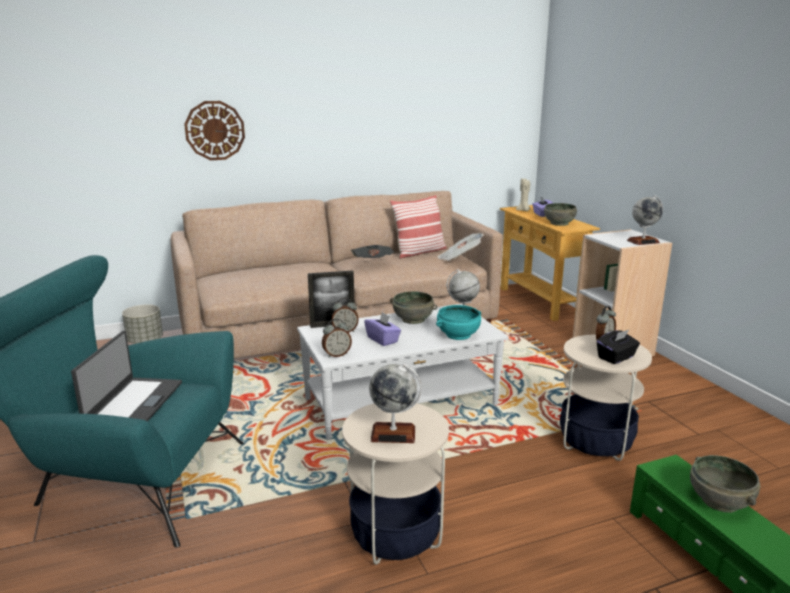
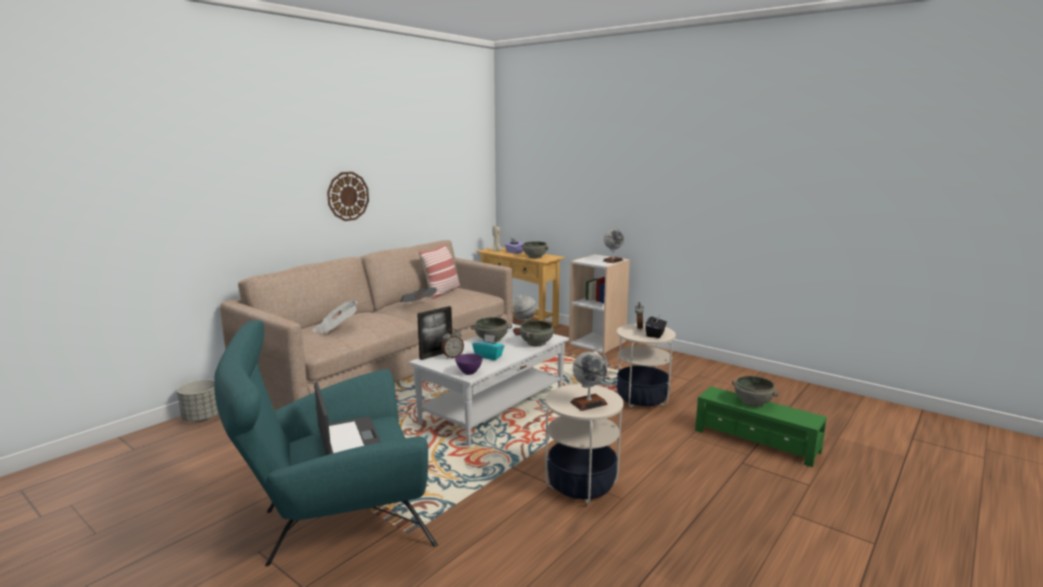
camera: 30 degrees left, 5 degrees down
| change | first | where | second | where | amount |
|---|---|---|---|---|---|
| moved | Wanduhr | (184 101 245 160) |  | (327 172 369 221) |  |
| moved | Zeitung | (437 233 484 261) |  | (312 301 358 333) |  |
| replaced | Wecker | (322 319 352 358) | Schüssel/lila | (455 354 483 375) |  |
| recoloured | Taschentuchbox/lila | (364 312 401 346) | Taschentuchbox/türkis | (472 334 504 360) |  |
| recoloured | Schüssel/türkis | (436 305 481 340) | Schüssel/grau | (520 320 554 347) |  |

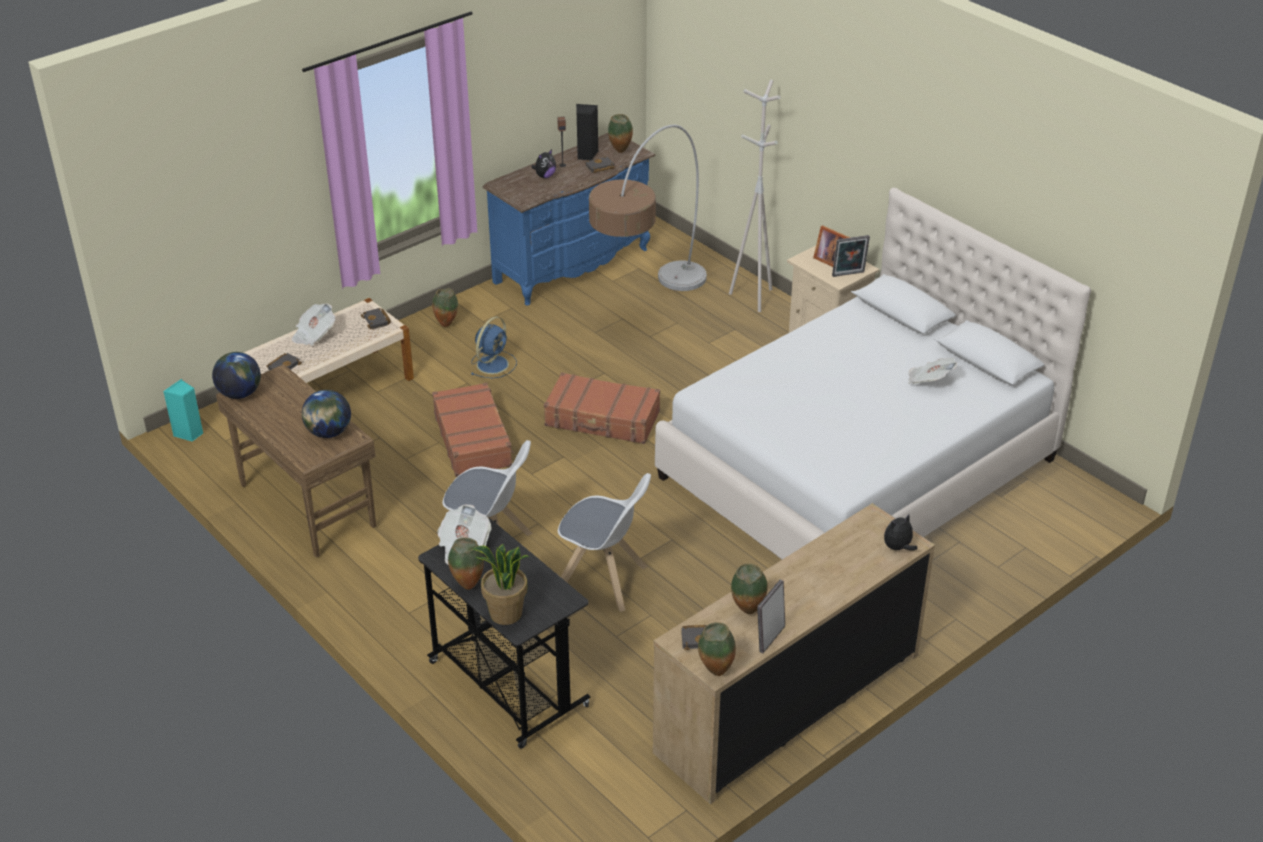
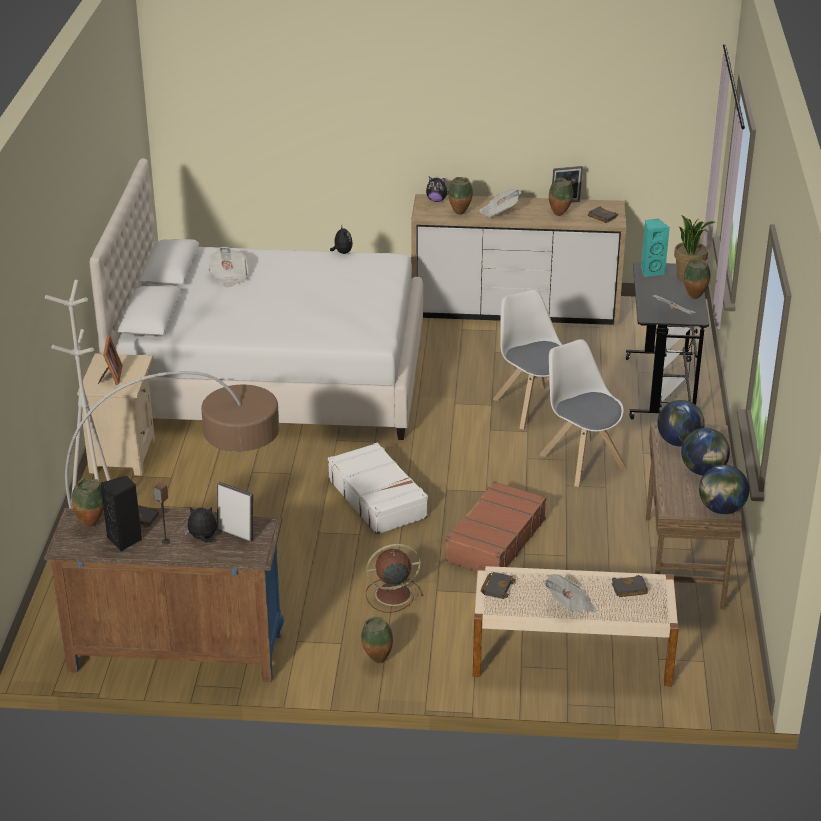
camera: 135 degrees left, 5 degrees down
| change | first | where | second | where | amount |
|---|---|---|---|---|---|
| added |  |  | Plüschtier | (330 226 353 254) |  |
| added |  |  | Zeitung | (479 188 521 218) |  |
| added |  |  | Globus | (681 428 730 475) |  |
| moved | Lautsprecher/türkis | (163 379 203 442) |  | (641 219 670 277) |  |
| moved | Vase | (698 622 736 676) |  | (449 177 473 215) |  |
| moved | Bilderrahmen | (832 235 870 277) |  | (217 482 253 542) |  |
| recoloured | Ventilator/blau | (470 317 517 378) | Ventilator/braun | (366 544 424 613) |  |
| recoloured | Koffer/braun | (544 372 660 444) | Koffer/weiß | (328 442 428 535) |  |

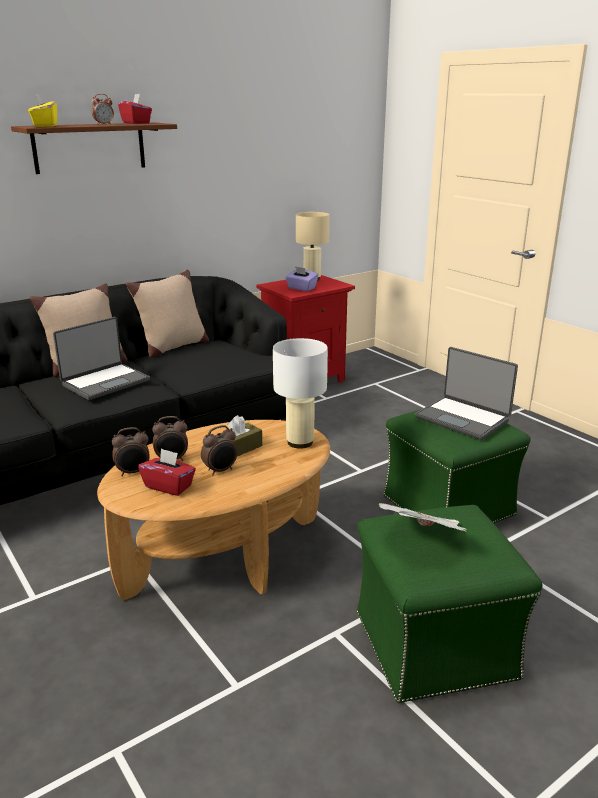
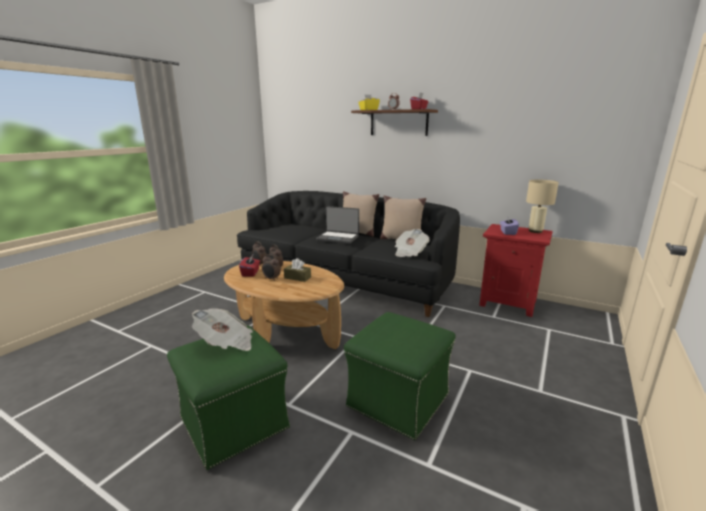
camera: 65 degrees right, 5 degrees down
| change | first | where | second | where | amount |
|---|---|---|---|---|---|
| removed | Tischlampe/weiß | (273 338 328 449) |  |  |  |
| removed | Laptop | (415 347 518 440) |  |  |  |
| added |  |  | Zeitung | (394 229 430 257) |  |

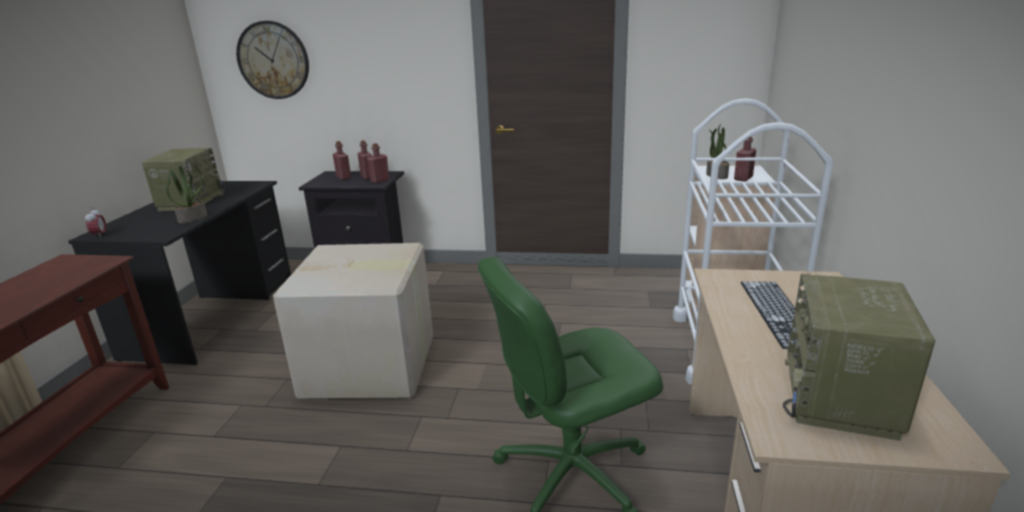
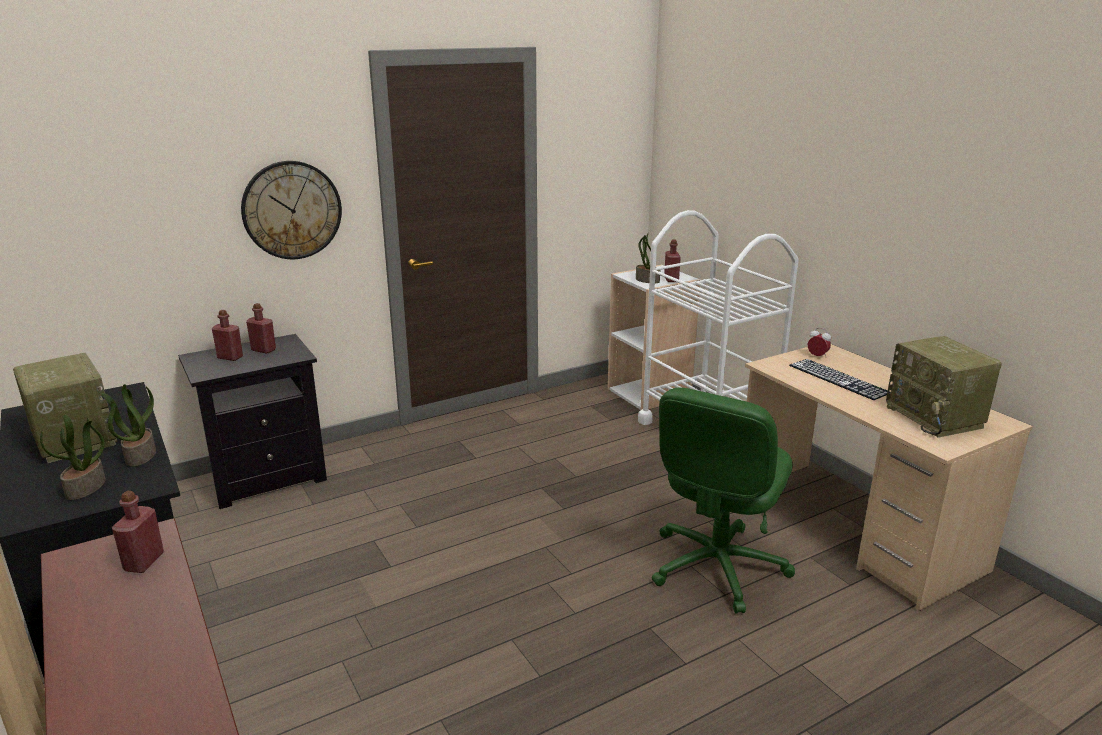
camera: 40 degrees left, 0 degrees up
| change | first | where | second | where | amount |
|---|---|---|---|---|---|
| removed | Karton | (273 243 433 399) |  |  |  |
| added |  |  | Topfpflanze | (40 414 106 500) |  |
| moved | Wecker | (85 208 107 238) |  | (808 328 831 356) |  |
| moved | Wanduhr | (236 21 309 99) |  | (241 161 342 259) |  |
| moved | Flasche/rot | (367 143 389 183) |  | (112 491 164 573) |  |

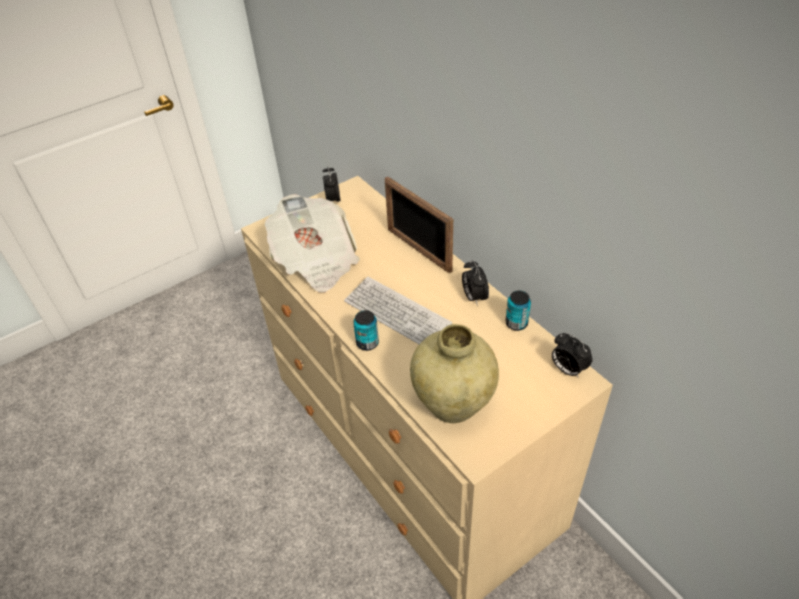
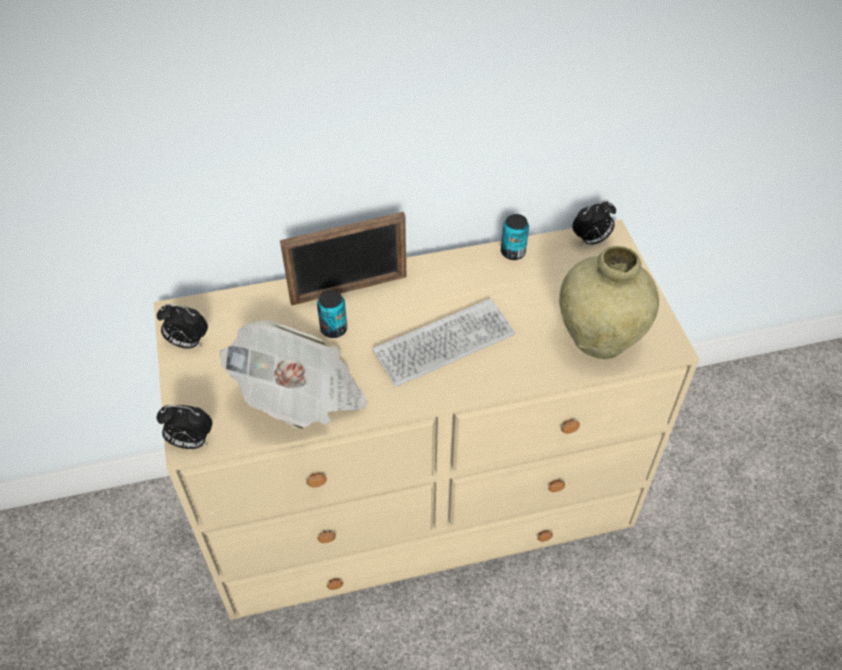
camera: 70 degrees left, 5 degrees up
| change | first | where | second | where | amount |
|---|---|---|---|---|---|
| moved | Dose | (353 310 379 351) |  | (317 290 347 338) |  |
| moved | Wecker | (462 260 489 304) |  | (157 405 213 449) |  |

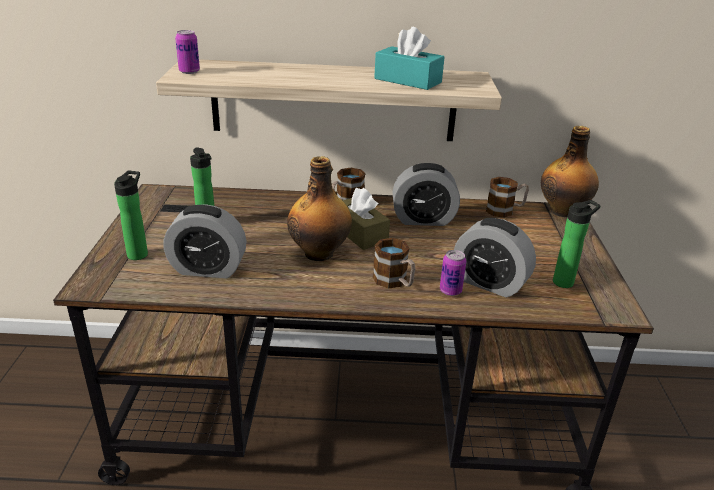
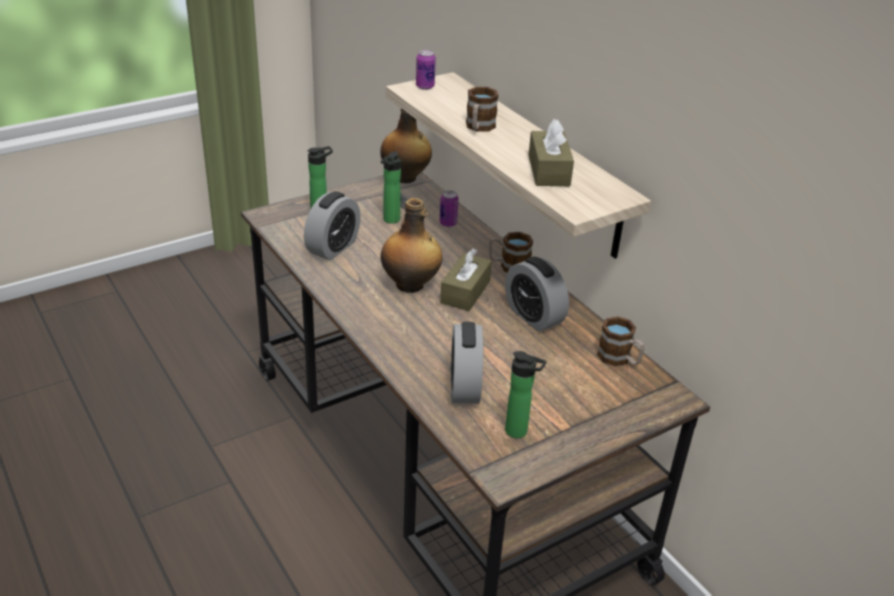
camera: 55 degrees right, 5 degrees up
| change | first | where | second | where | amount |
|---|---|---|---|---|---|
| moved | Henkelbecher | (373 238 415 289) |  | (466 87 499 132) |  |
| moved | Dose | (440 250 466 296) |  | (439 190 459 227) |  |
| moved | Flasche | (541 126 599 217) |  | (380 108 432 183) |  |
| recoloured | Taschentuchbox/türkis | (374 27 445 90) | Taschentuchbox/braun | (528 119 574 186) |  |
| turned | Wecker | (163 204 246 278) |  | (304 191 361 260) | 120 degrees counterclockwise |

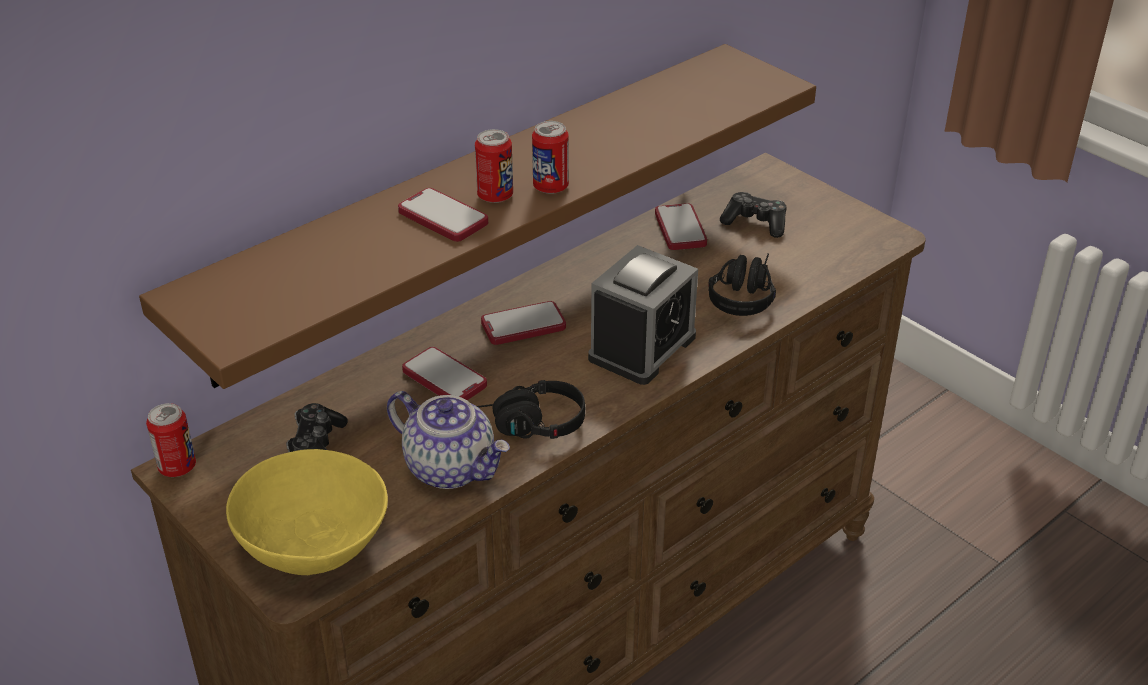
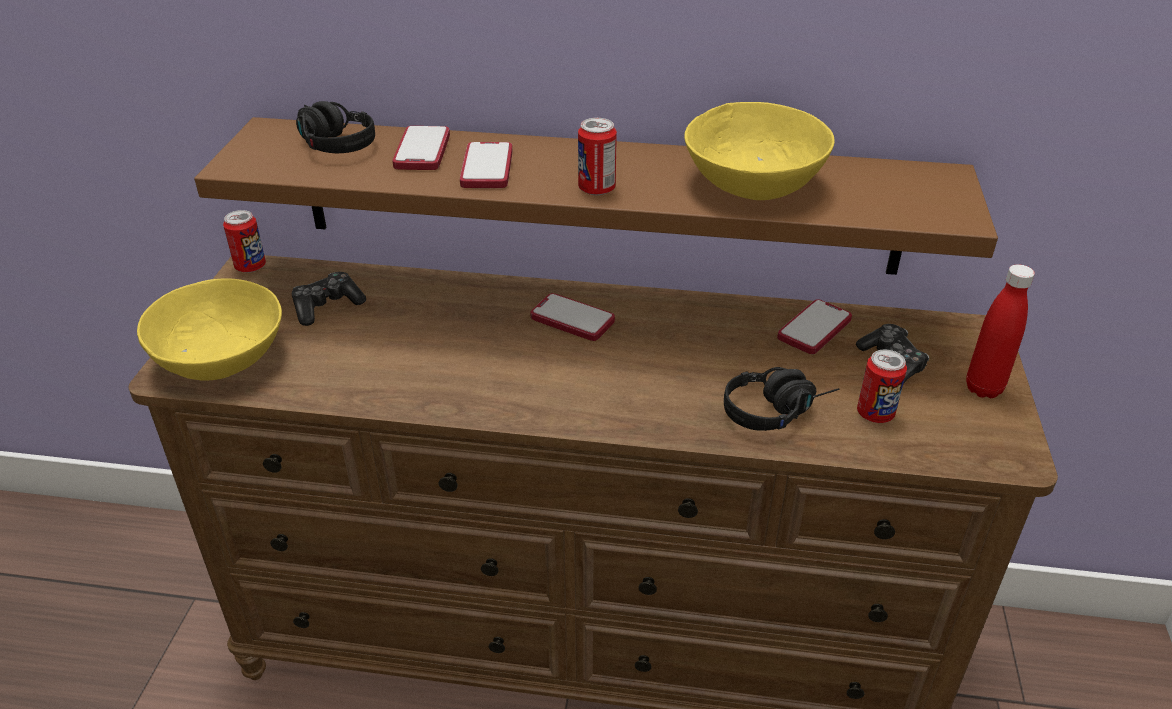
camera: 50 degrees right, 0 degrees up
| change | first | where | second | where | amount |
|---|---|---|---|---|---|
| removed | Teekanne | (387 391 510 489) |  |  |  |
| removed | Wecker | (588 245 698 385) |  |  |  |
| added |  |  | Schüssel/gelb | (684 102 835 200) |  |
| added |  |  | Flasche/rot | (966 264 1035 398) |  |
| moved | Handy | (402 347 487 400) |  | (393 126 450 170) |  |
| moved | Dose | (475 129 513 203) |  | (857 350 907 423) |  |
| moved | Kopfhörer/schwarz | (477 380 585 439) |  | (296 101 375 153) |  |

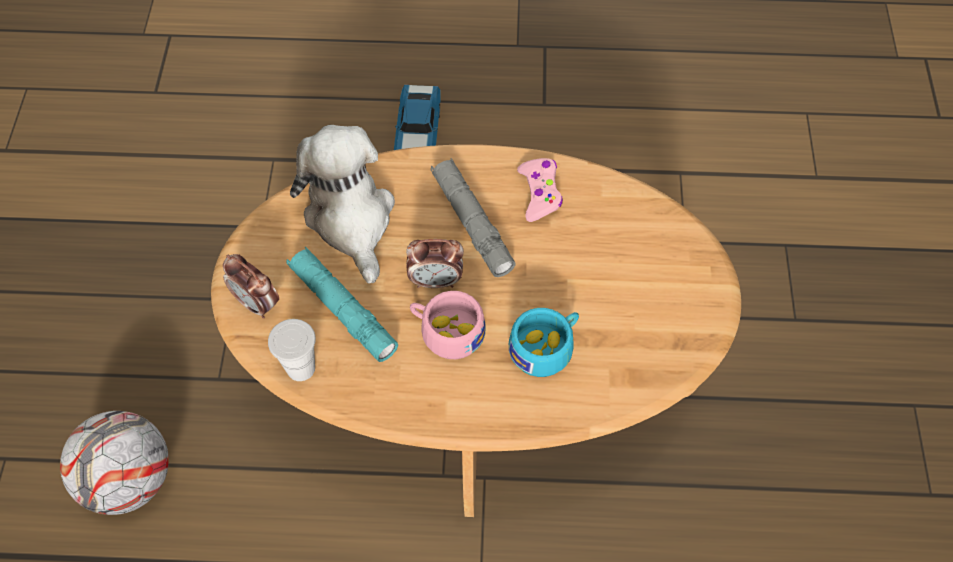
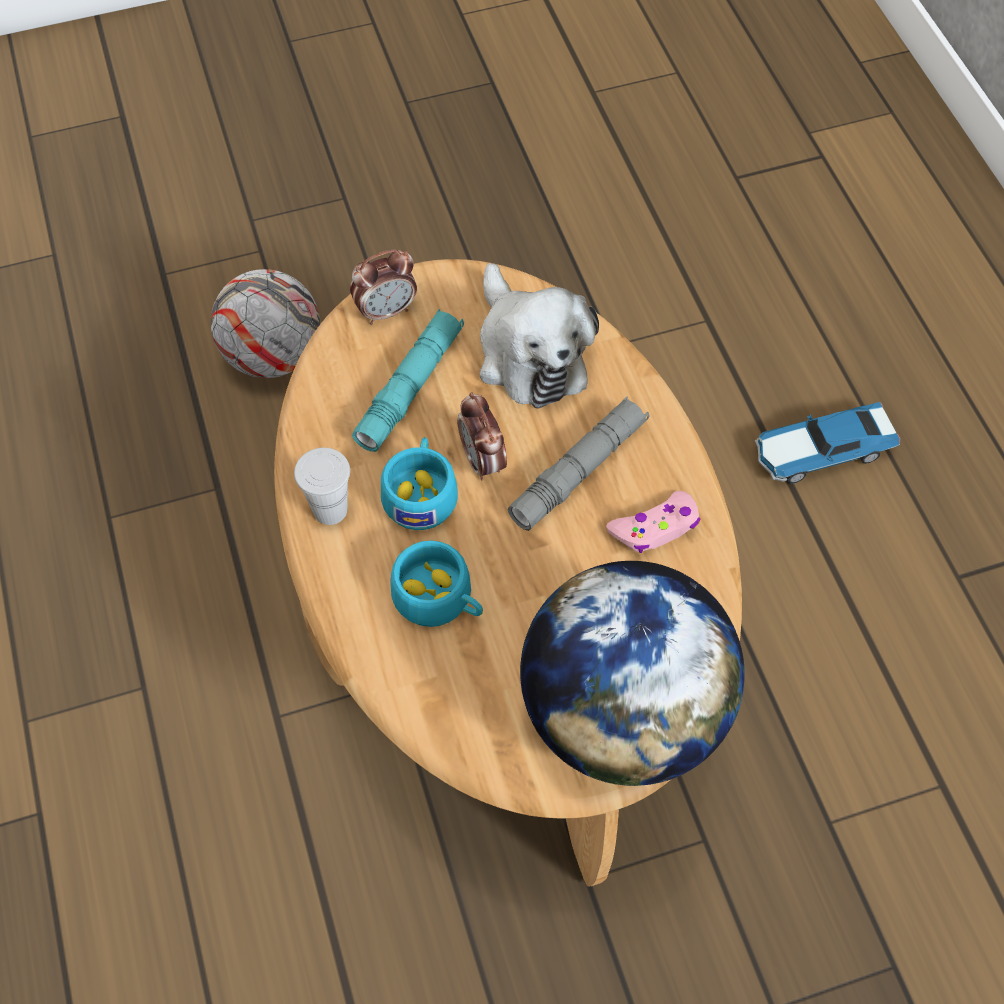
camera: 70 degrees right, 0 degrees up
| change | first | where | second | where | amount |
|---|---|---|---|---|---|
| added |  |  | Globus | (520 561 745 786) |  |
| moved | Tasse/weiß | (268 319 316 381) |  | (294 448 350 525) |  |
| recoloured | Tasse/rosa | (410 291 486 359) | Tasse/türkis | (381 437 458 530) |  |
| turned | Wecker | (223 254 279 319) |  | (350 249 417 325) | 135 degrees counterclockwise |
| turned | Plüschtier | (290 125 395 284) |  | (480 263 599 409) | 105 degrees clockwise |

